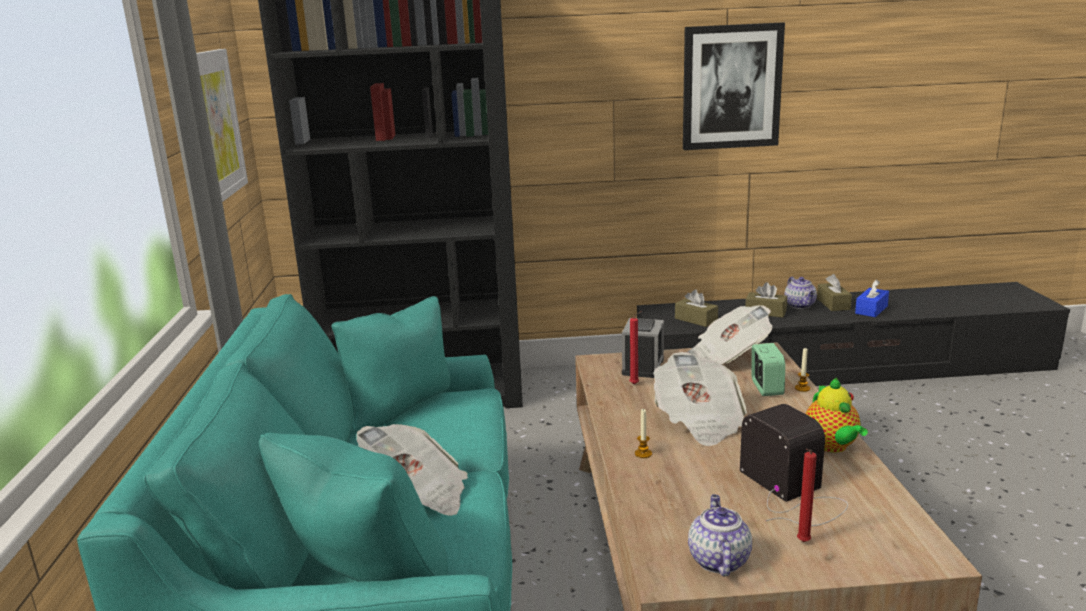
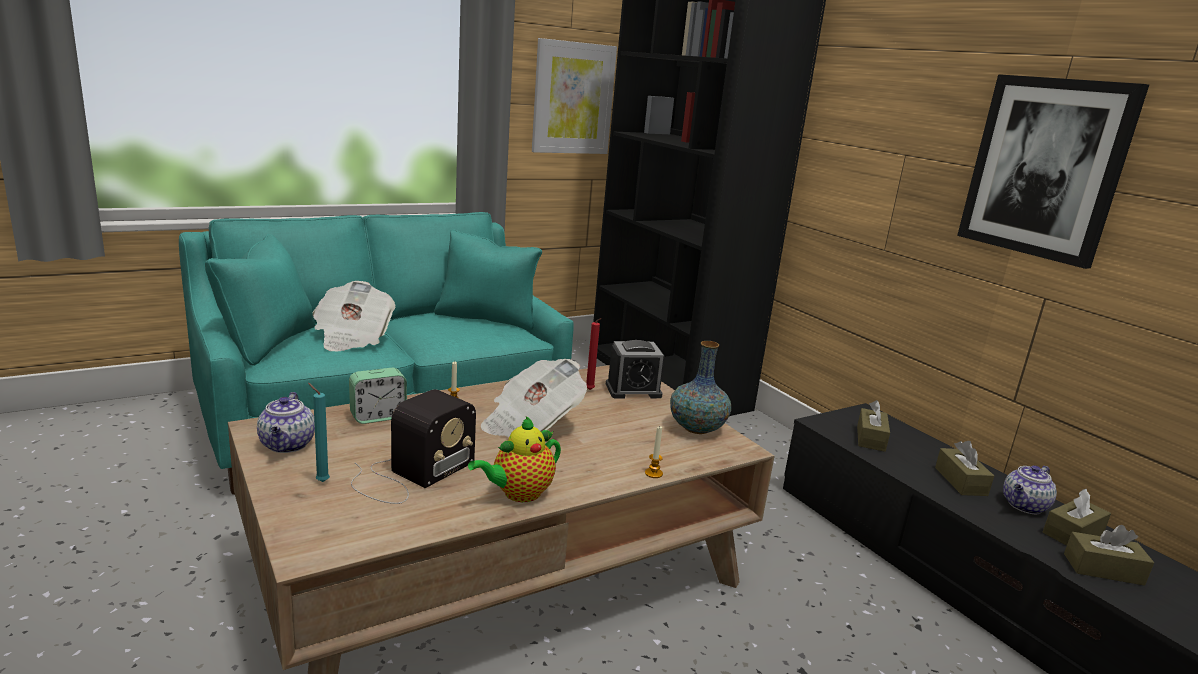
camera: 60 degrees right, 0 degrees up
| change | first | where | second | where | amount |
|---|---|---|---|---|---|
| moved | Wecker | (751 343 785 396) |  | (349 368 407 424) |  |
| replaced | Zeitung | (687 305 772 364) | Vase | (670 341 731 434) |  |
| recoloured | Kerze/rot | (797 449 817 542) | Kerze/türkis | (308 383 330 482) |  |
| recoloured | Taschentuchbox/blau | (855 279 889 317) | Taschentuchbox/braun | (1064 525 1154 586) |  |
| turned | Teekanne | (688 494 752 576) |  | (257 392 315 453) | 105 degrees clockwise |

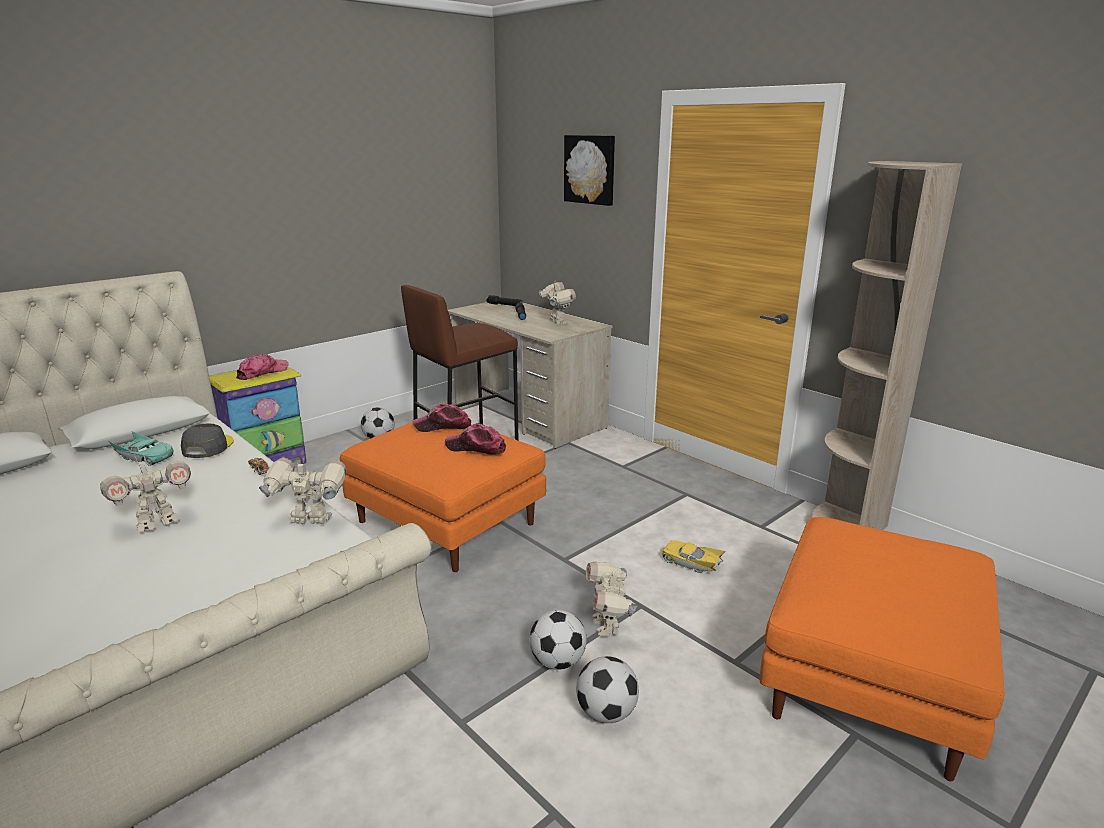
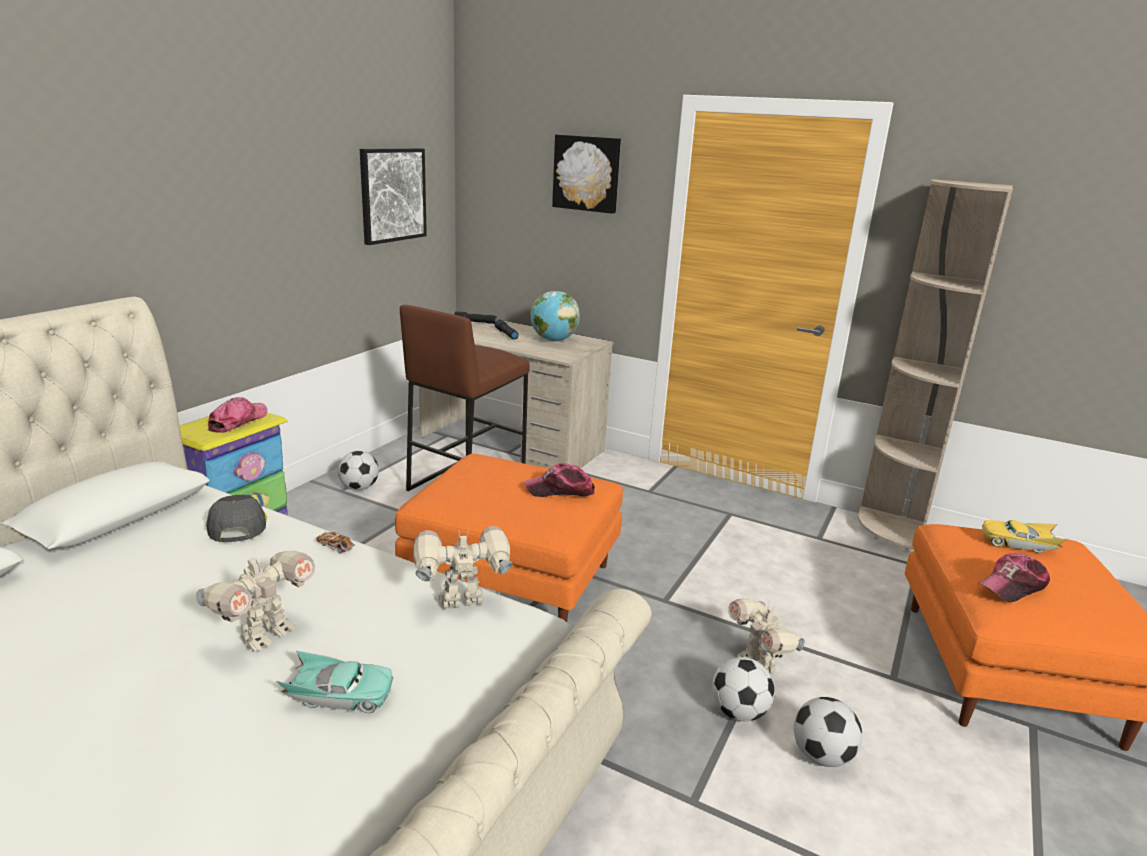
camera: 20 degrees left, 0 degrees up
| change | first | where | second | where | amount |
|---|---|---|---|---|---|
| added |  |  | Bild | (360 148 427 245) |  |
| moved | Spielzeugauto/türkis | (109 432 173 466) |  | (277 651 394 713) |  |
| moved | Kappe | (412 404 471 432) |  | (978 553 1050 602) |  |
| moved | Spielzeugauto/gelb | (662 540 725 573) |  | (982 520 1067 553) |  |
| replaced | Spielzeugroboter | (539 280 576 324) | Globus | (531 291 580 341) |  |

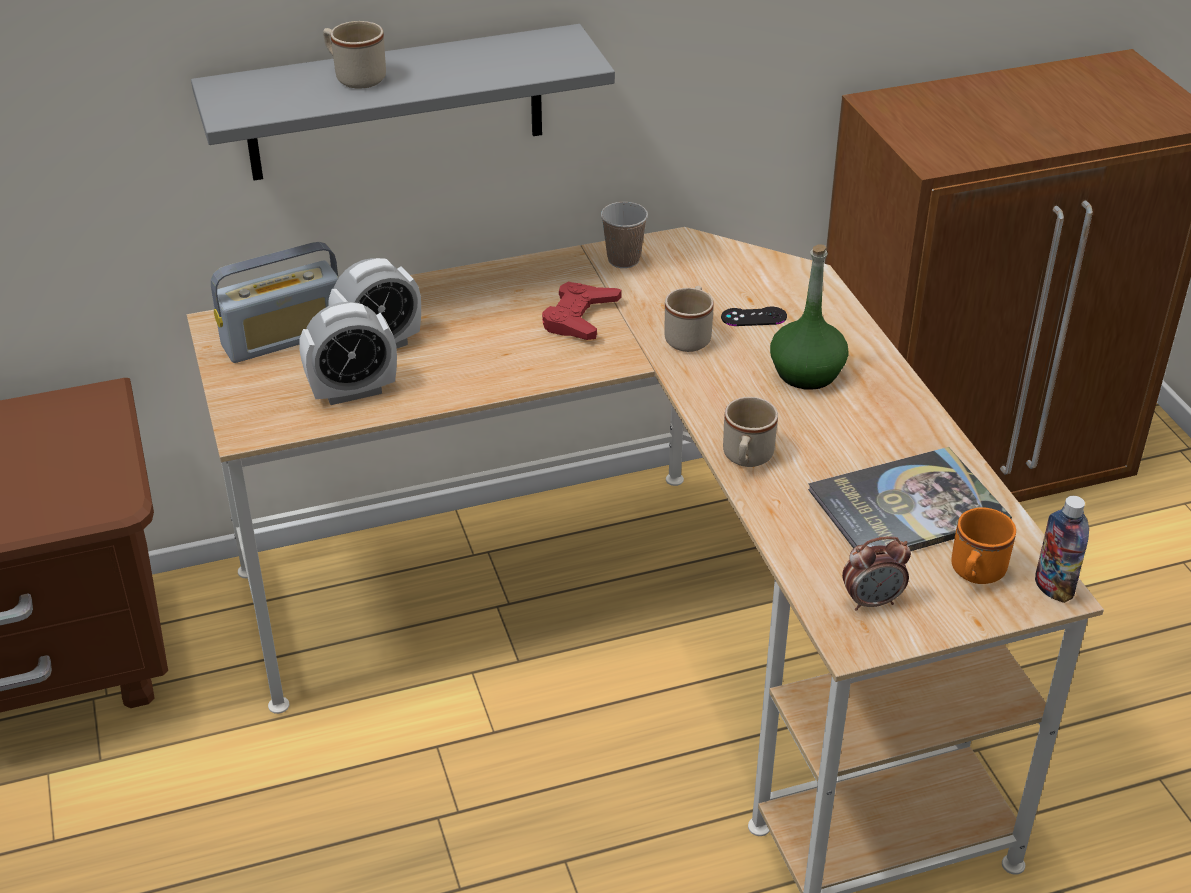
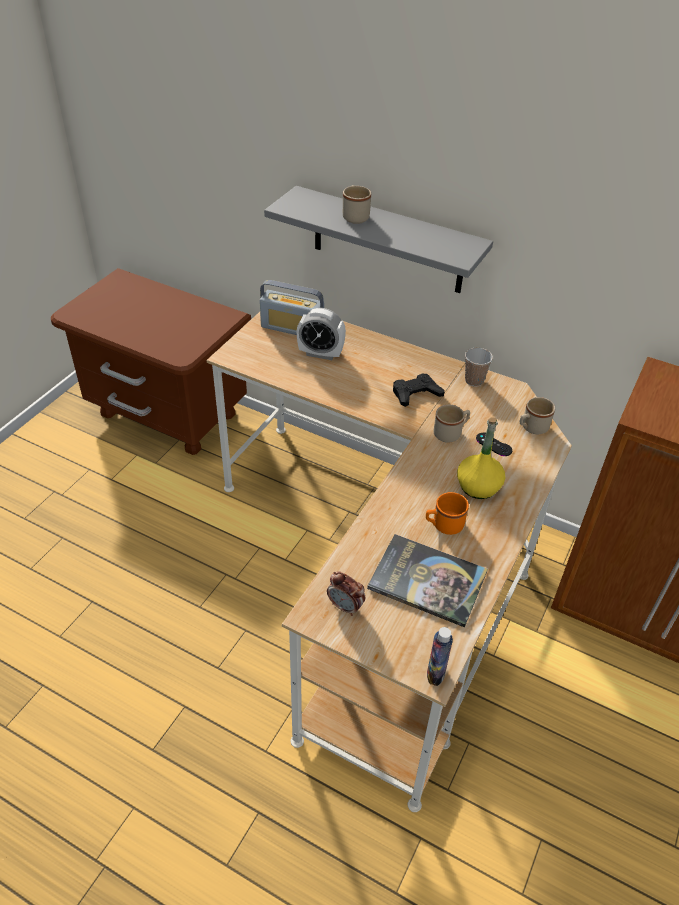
camera: 45 degrees right, 5 degrees up
| change | first | where | second | where | amount |
|---|---|---|---|---|---|
| removed | Wecker | (299 302 397 405) |  |  |  |
| moved | Henkelbecher/beige | (723 397 778 467) |  | (520 397 555 434) |  |
| moved | Henkelbecher/orange | (951 507 1016 584) |  | (426 492 469 535) |  |
| recoloured | Gamepad/rot | (542 281 622 340) | Gamepad/schwarz | (393 374 445 407) |  |
| recoloured | Flasche/grün | (770 244 849 390) | Flasche/gelb | (457 417 505 499) |  |

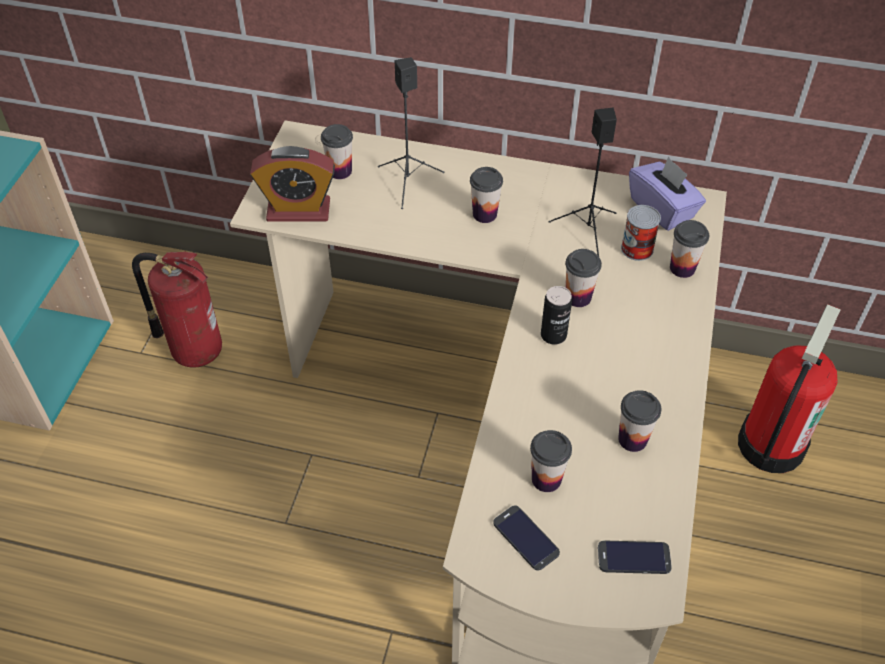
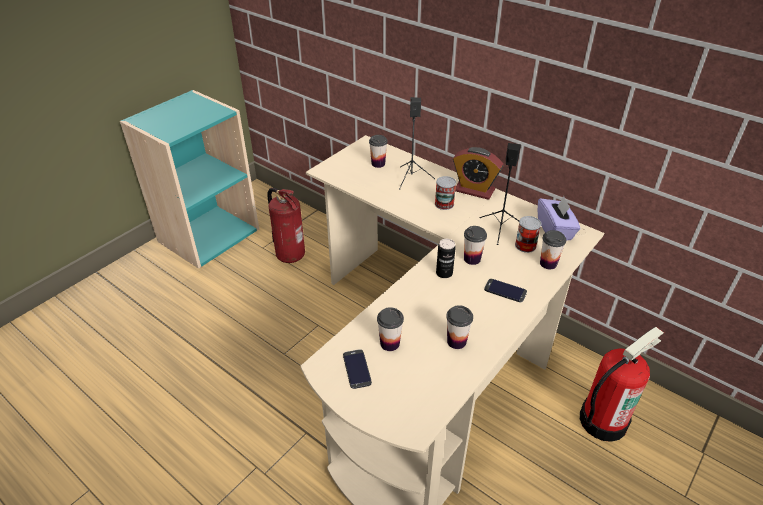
camera: 25 degrees right, 10 degrees down
| change | first | where | second | where | amount |
|---|---|---|---|---|---|
| moved | Wecker | (250 146 335 222) |  | (453 147 503 200) |  |
| moved | Handy | (598 541 672 574) |  | (484 279 527 302) |  |
| replaced | Tasse | (470 167 503 223) | Dose | (435 176 456 210) |  |

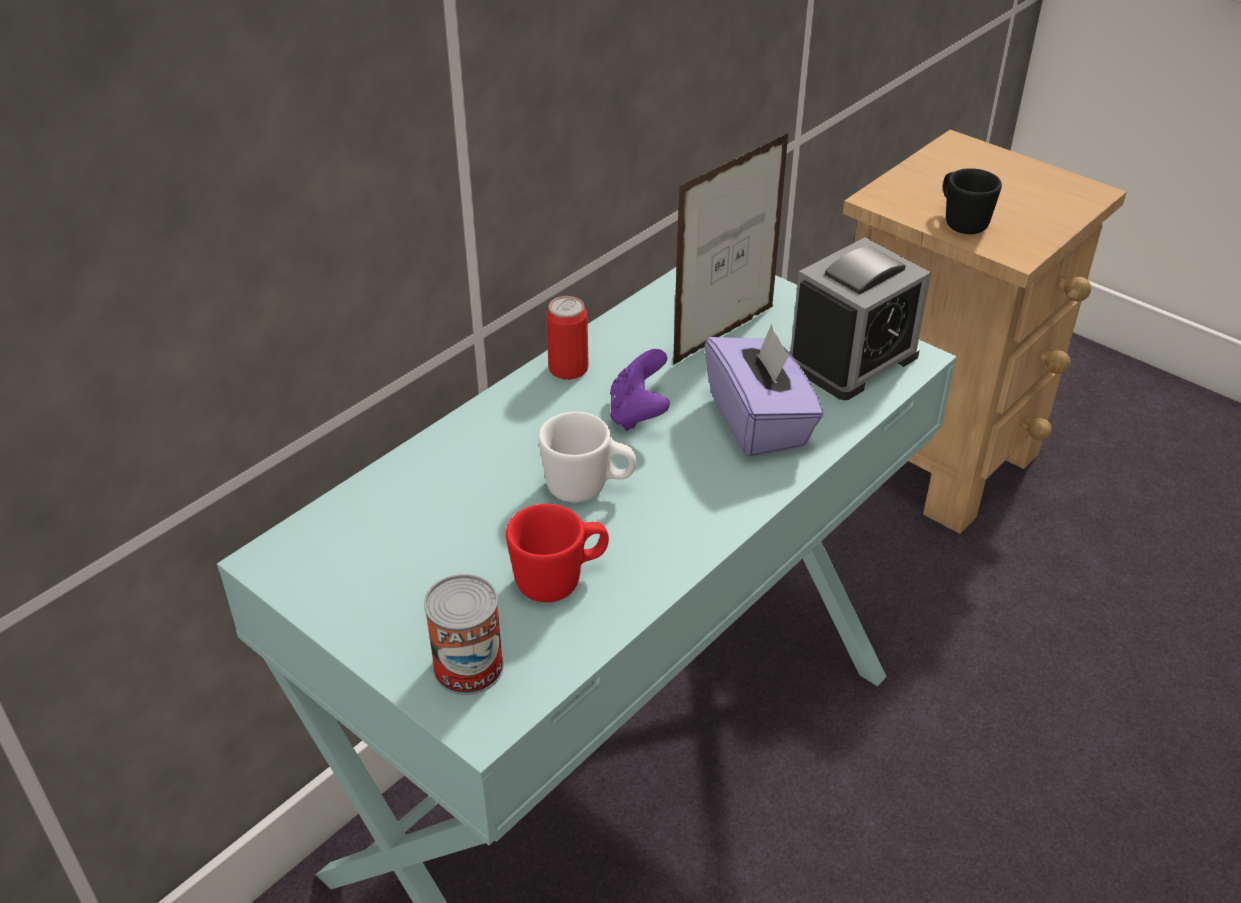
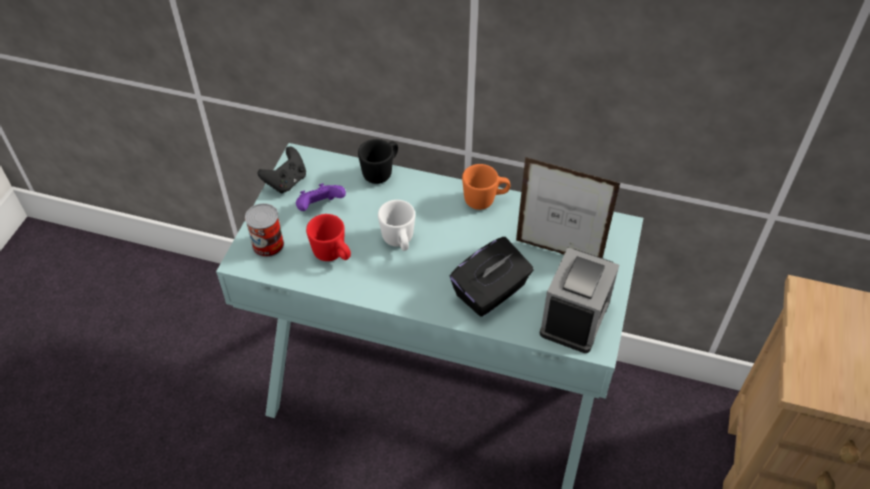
camera: 65 degrees right, 10 degrees up
| change | first | where | second | where | amount |
|---|---|---|---|---|---|
| added |  |  | Gamepad/schwarz | (258 146 306 194) |  |
| moved | Gamepad/lila | (610 349 670 431) |  | (296 183 346 211) |  |
| moved | Henkelbecher/schwarz | (943 168 1002 234) |  | (358 139 398 184) |  |
| replaced | Dose | (546 296 589 380) | Henkelbecher/orange | (462 164 510 210) |  |
| recoloured | Taschentuchbox/lila | (705 324 824 457) | Taschentuchbox/schwarz | (450 237 534 317) |  |
| turned | Wecker | (789 237 931 400) |  | (540 248 619 353) | 90 degrees counterclockwise |

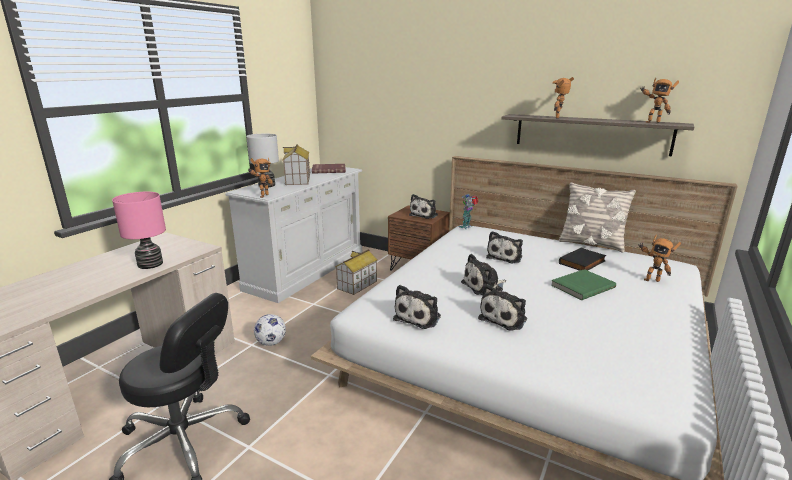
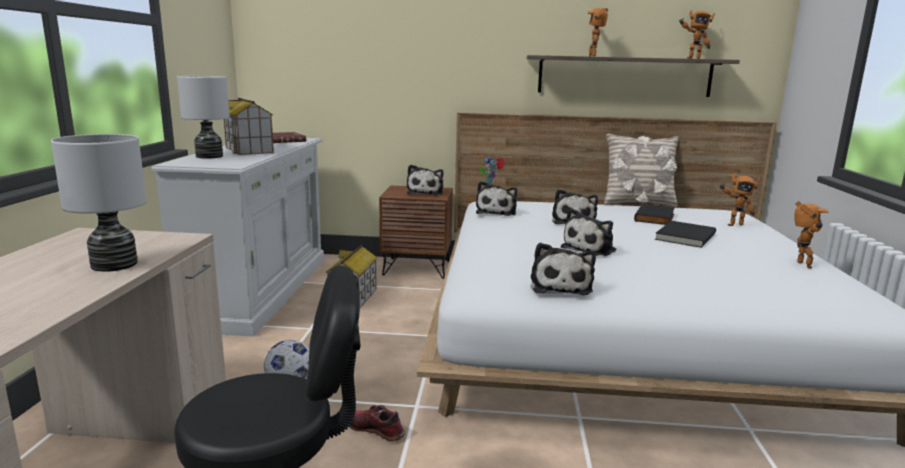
camera: 25 degrees left, 5 degrees down
| change | first | where | second | where | amount |
|---|---|---|---|---|---|
| added |  |  | Schuh | (349 405 405 442) |  |
| moved | Spielzeugroboter | (248 158 273 198) |  | (795 201 828 269) |  |
| moved | Plüschtier | (478 284 527 331) |  | (476 181 517 216) |  |
| recoloured | Tischlampe/rosa | (112 192 166 269) | Tischlampe/grau | (51 134 147 272) |  |
| recoloured | Buch/grün | (551 269 616 300) | Buch/schwarz | (655 221 716 248) |  |

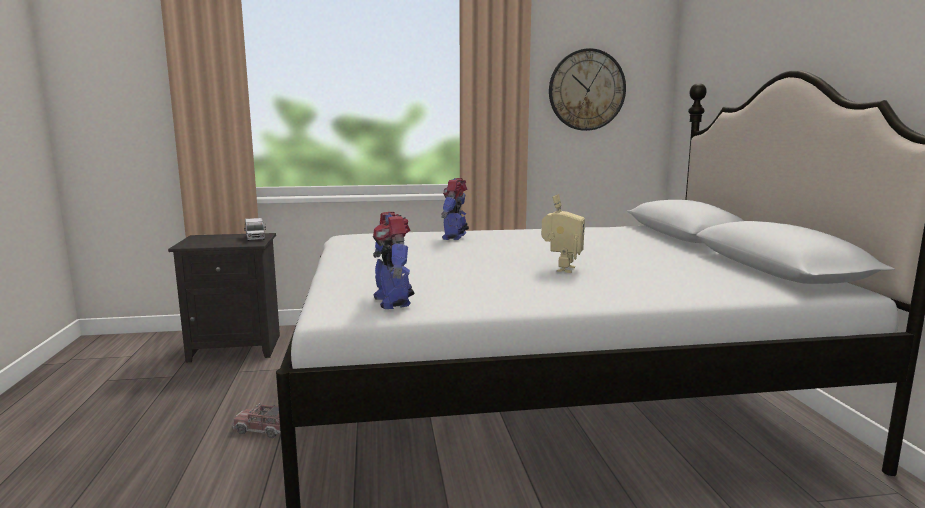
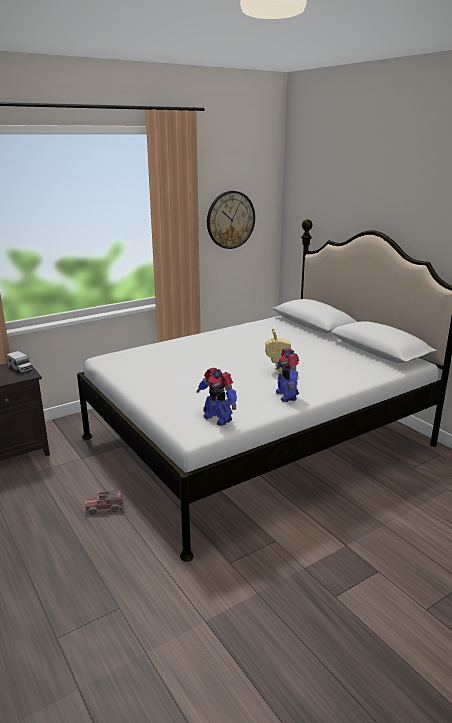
camera: 25 degrees left, 10 degrees up
| change | first | where | second | where | amount |
|---|---|---|---|---|---|
| moved | Spielzeugroboter | (441 178 469 240) |  | (276 348 299 402) |  |

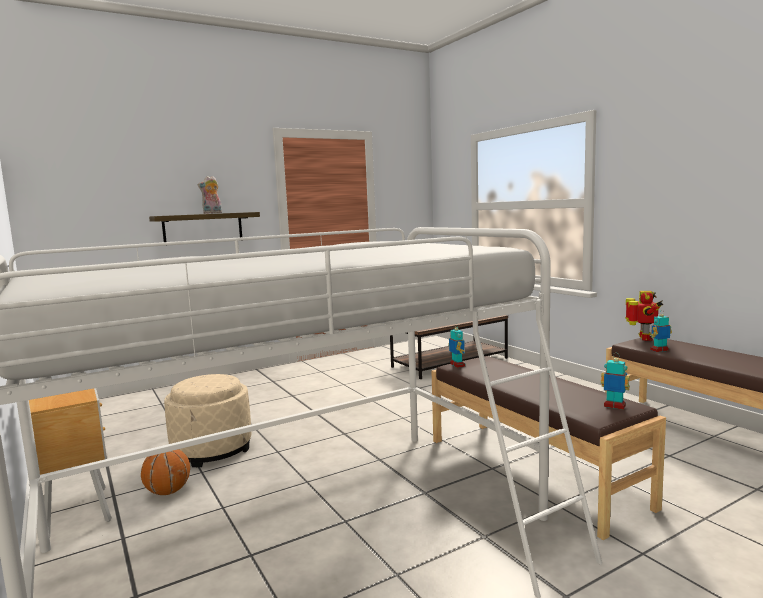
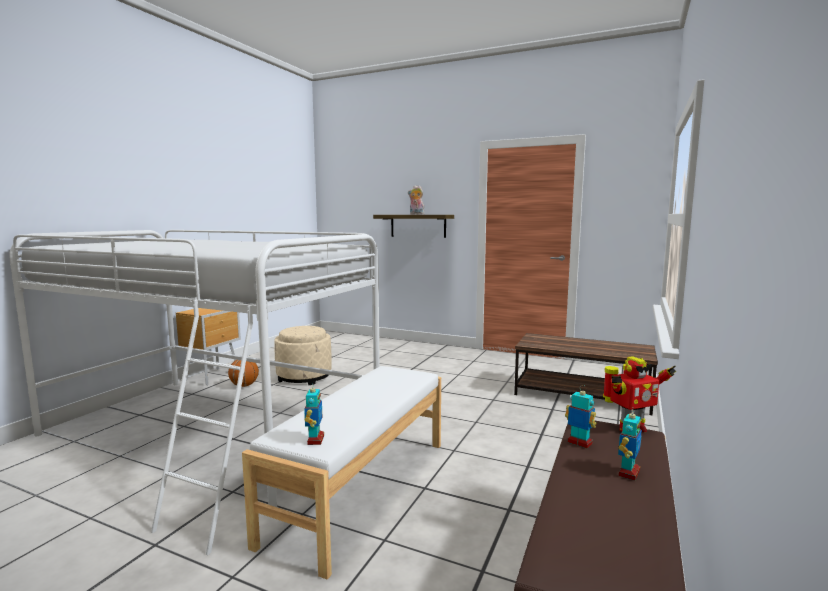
camera: 55 degrees right, 0 degrees up
| change | first | where | second | where | amount |
|---|---|---|---|---|---|
| moved | Spielzeugroboter | (448 324 465 368) |  | (618 408 642 481) |  |
| recoloured | Bank/braun | (431 356 666 540) | Bank/weiß | (242 366 441 580) |  |

